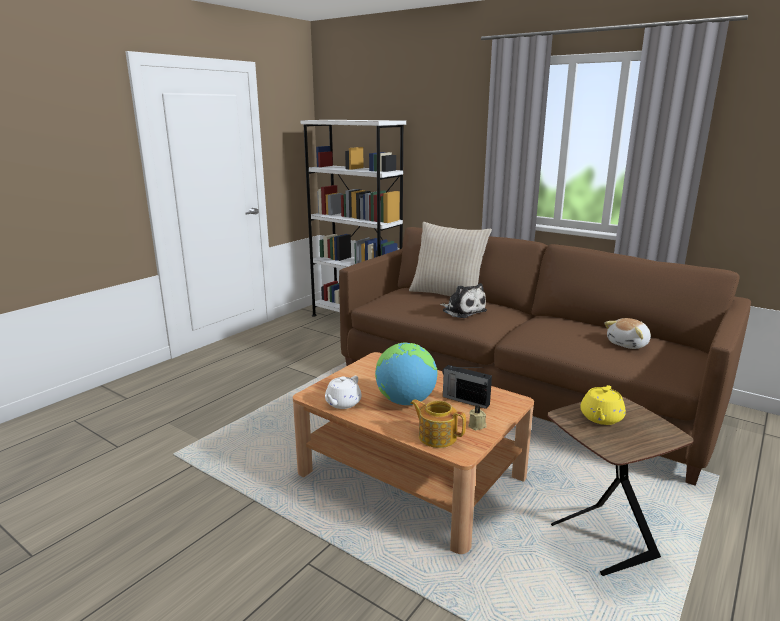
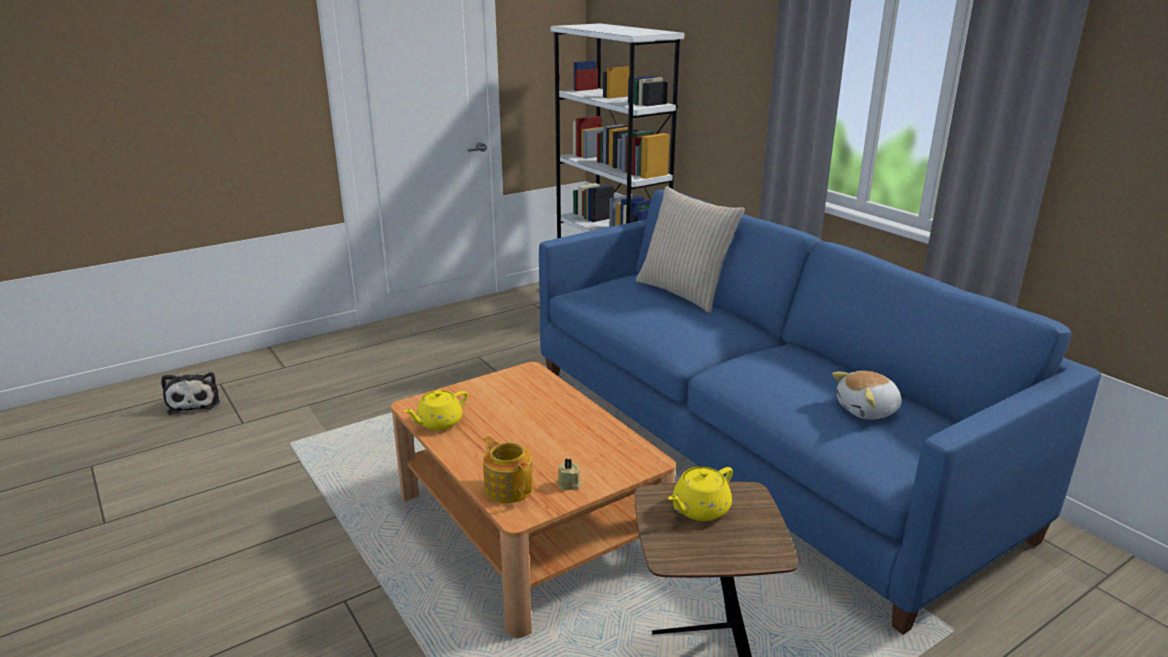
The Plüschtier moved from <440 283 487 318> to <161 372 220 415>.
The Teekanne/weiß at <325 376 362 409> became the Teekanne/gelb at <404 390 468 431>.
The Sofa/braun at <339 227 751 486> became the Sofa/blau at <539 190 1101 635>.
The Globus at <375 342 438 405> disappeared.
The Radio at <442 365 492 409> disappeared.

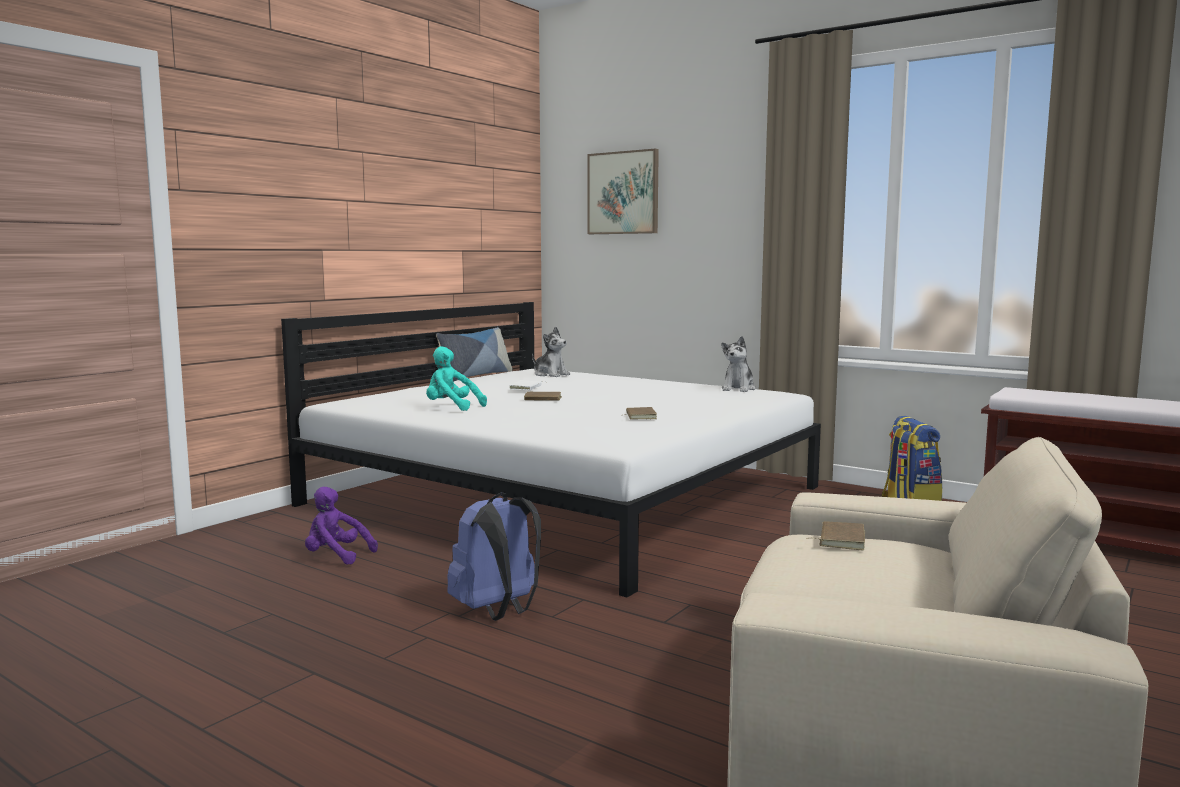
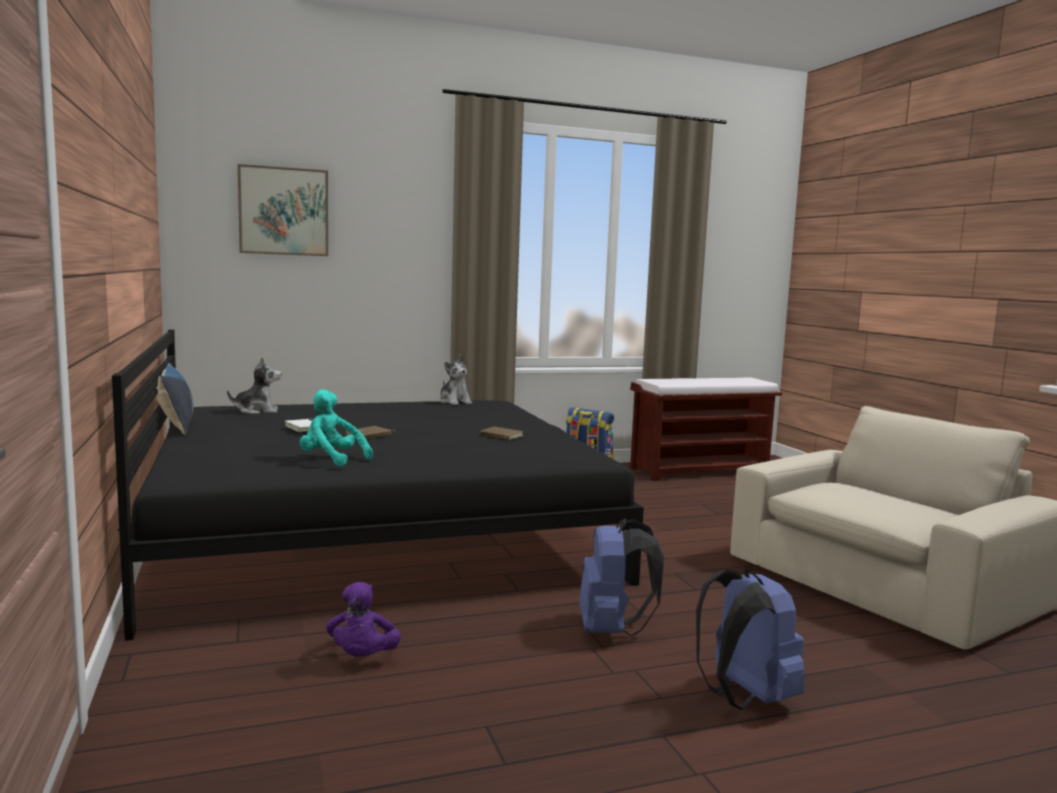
The Bett/weiß at <281 302 821 597> became the Bett/schwarz at <112 330 644 641>.
The Plüschtier/türkis at <426 346 487 411> turned 60 degrees clockwise.
The Plüschtier/lila at <305 487 378 565> turned 60 degrees counterclockwise.
The Rucksack/blau at <696 569 805 710> appeared.
The Buch/braun at <806 521 865 550> disappeared.

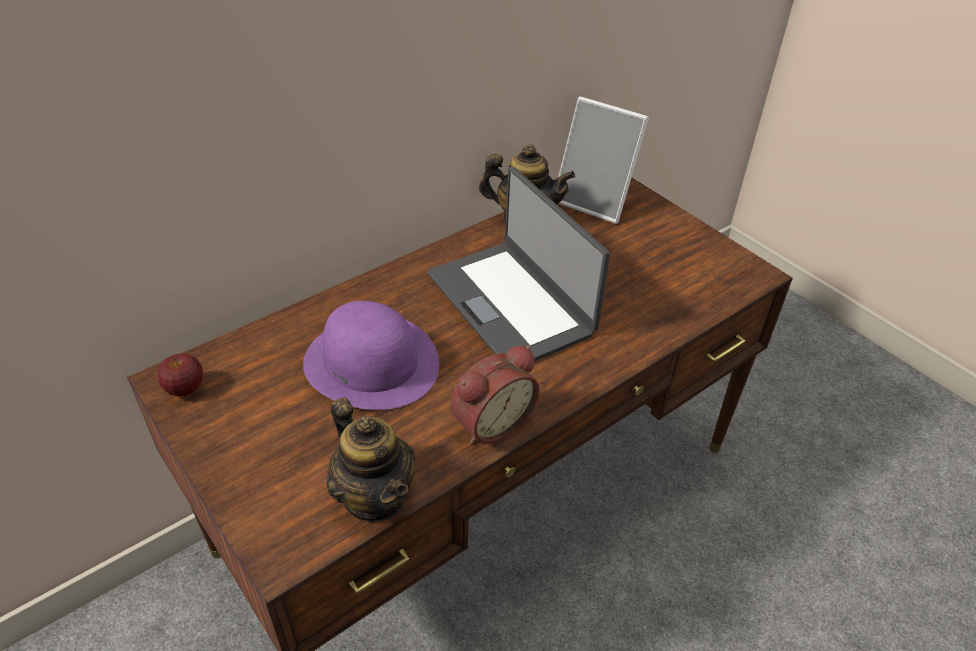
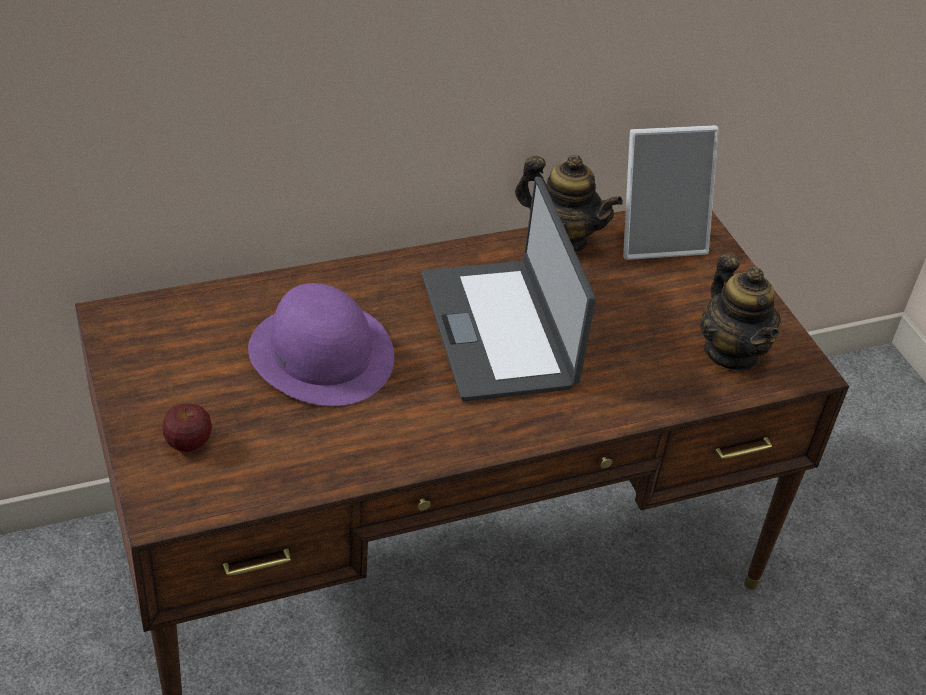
The Apfel moved from <157 354 203 396> to <162 404 212 452>.
The Bilderrahmen at <558 96 649 224> turned 60 degrees counterclockwise.
The Teekanne moved from <326 398 416 521> to <700 254 781 371>.
The Wecker at <450 346 540 445> disappeared.

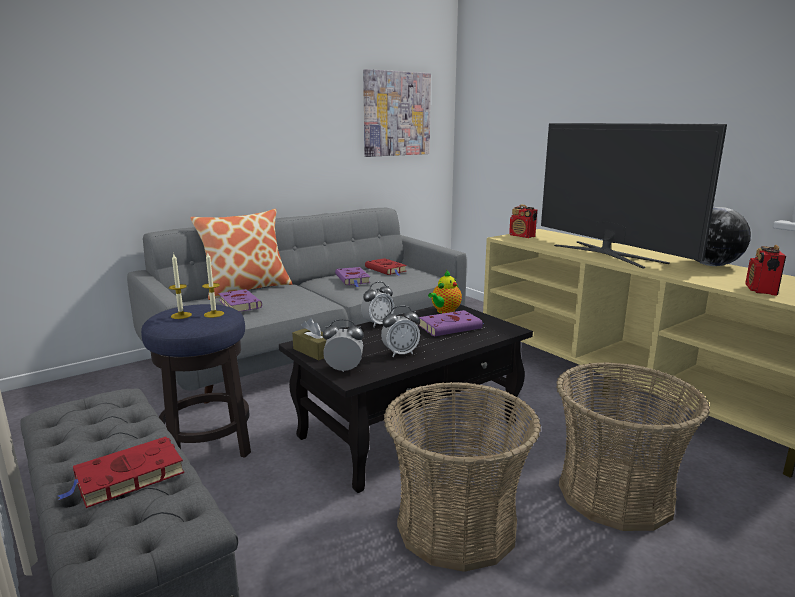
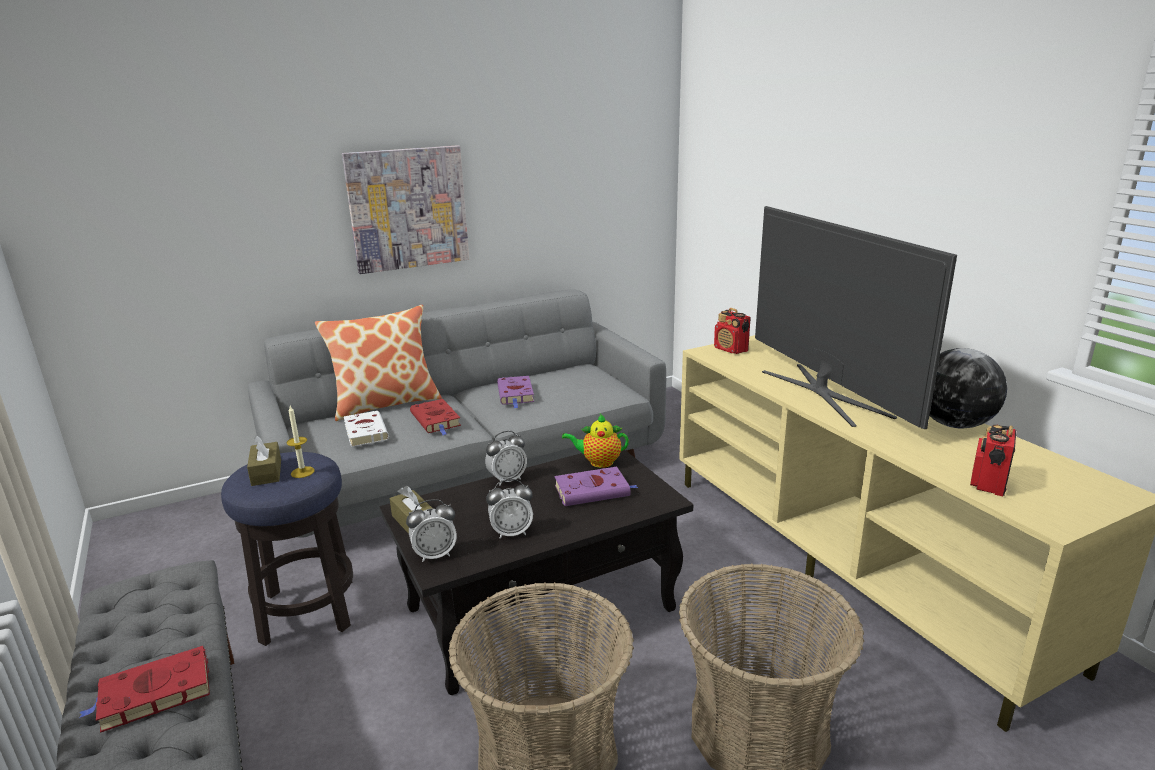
The Kerze at <169 254 192 319> was replaced by the Taschentuchbox/braun at <247 435 281 486>.
The Bild moved from <363 69 431 157> to <342 145 469 274>.
The Buch/lila at <218 289 262 312> became the Buch/weiß at <344 411 389 447>.
The Wecker at <323 319 364 372> turned 150 degrees clockwise.
The Buch/rot moved from <365 258 407 276> to <410 399 461 435>.
The Teekanne at <428 271 462 314> turned 45 degrees clockwise.

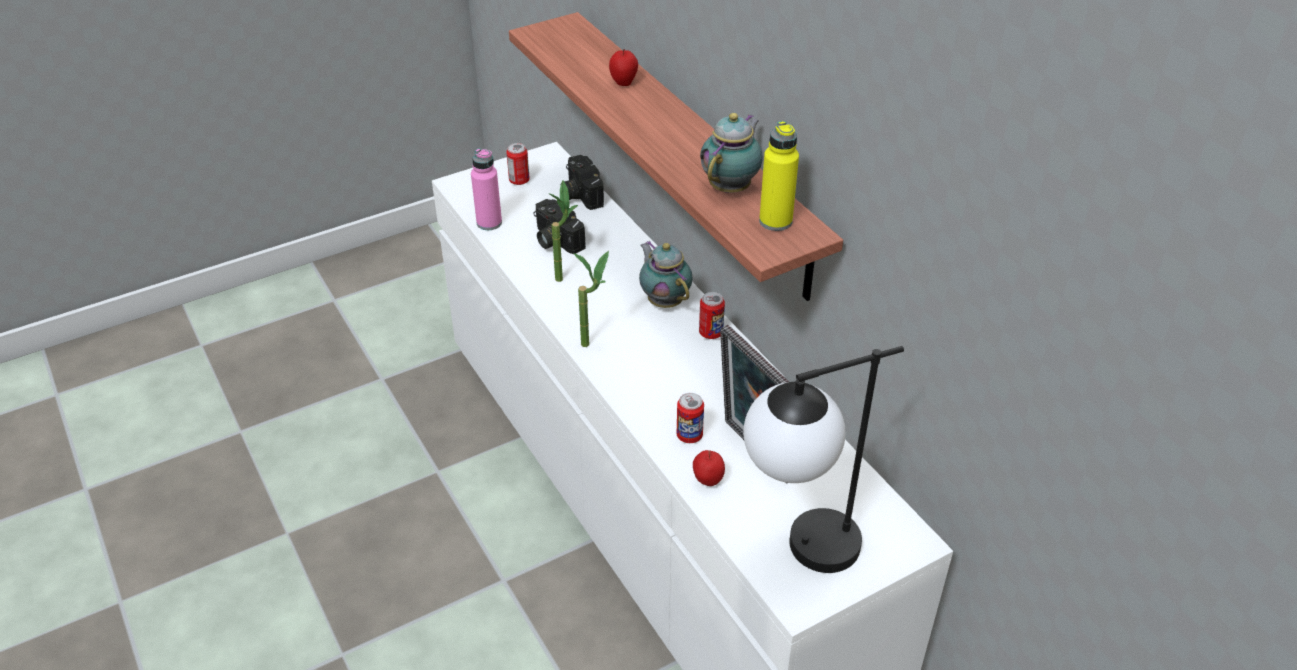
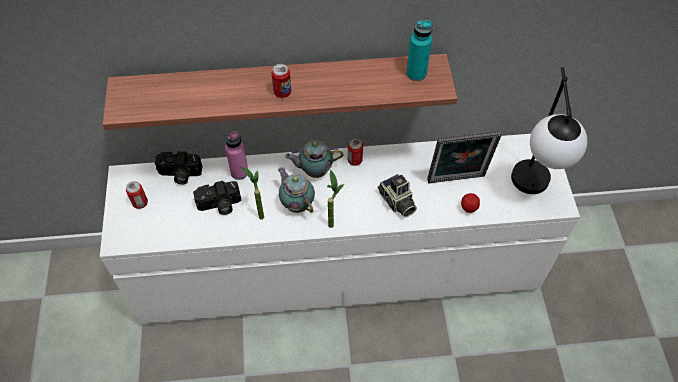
The Flasche/rosa moved from <471 148 502 230> to <225 131 248 180>.
The Dose moved from <677 393 704 443> to <271 64 291 98>.
The Teekanne moved from <700 113 763 193> to <278 167 315 213>.
The Kamera at <378 174 417 217> appeared.
The Flasche/gelb at <759 121 799 231> became the Flasche/türkis at <406 20 433 81>.
The Apfel at <609 49 638 86> disappeared.

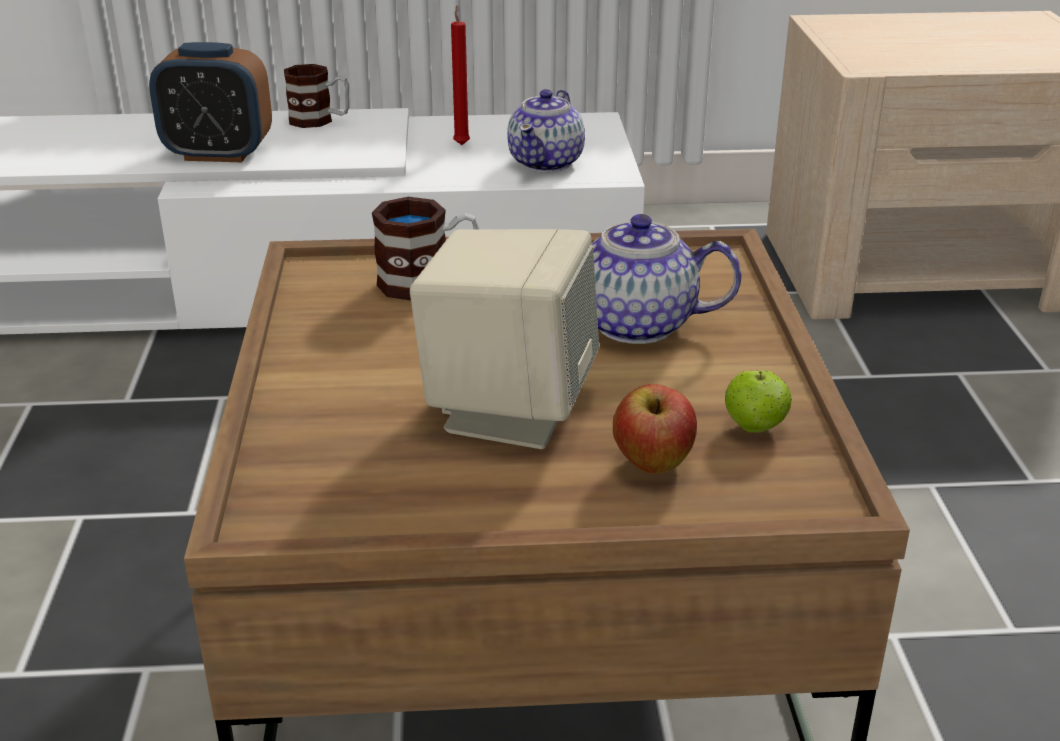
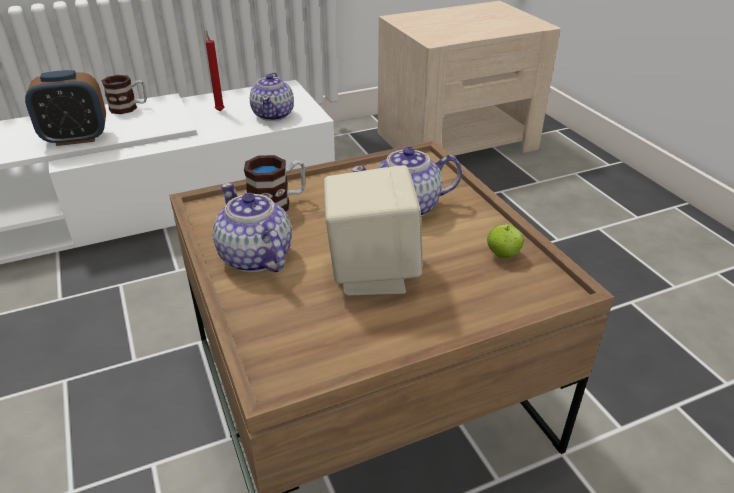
The Teekanne at <213 183 292 272> appeared.
The Apfel at <613 384 697 474> disappeared.

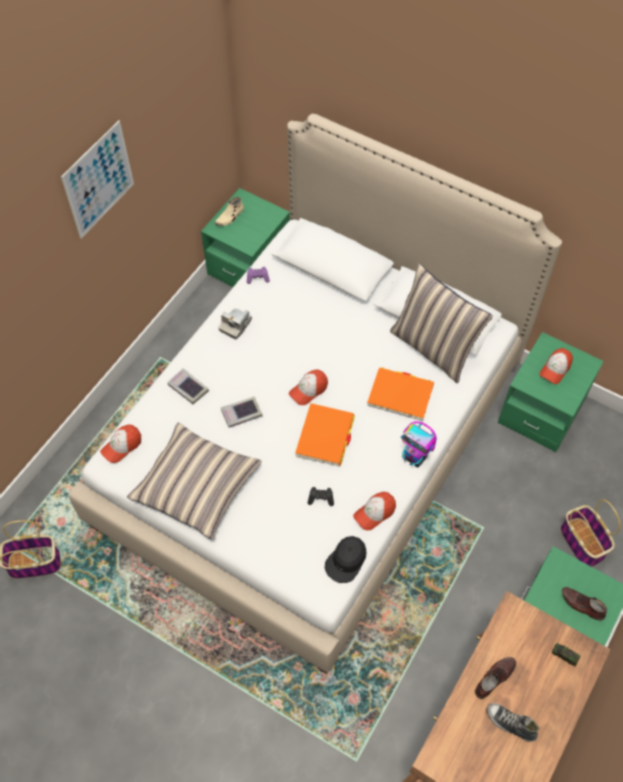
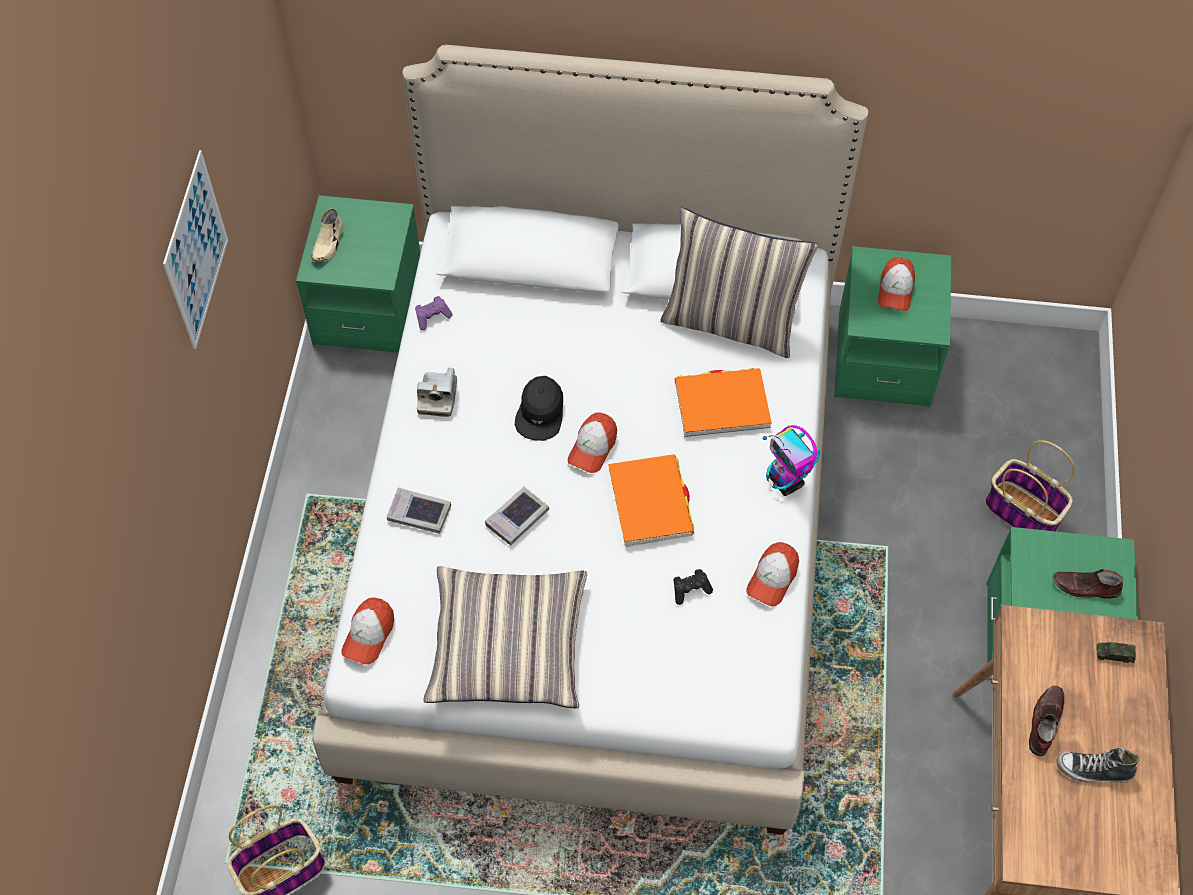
The Kappe/schwarz moved from <325 536 366 583> to <515 376 563 441>.
The Spielzeugroboter at <401 421 437 467> turned 45 degrees clockwise.

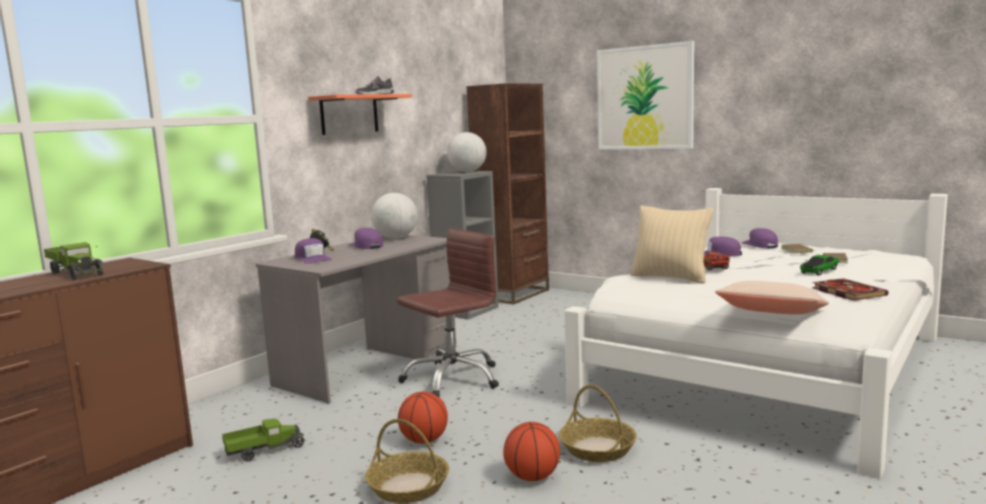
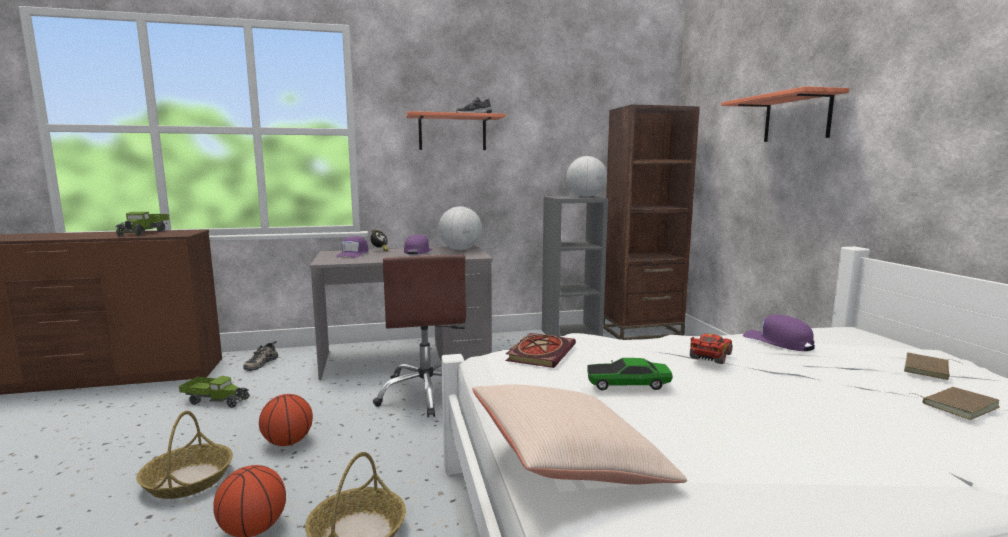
The Schuh at <243 341 278 371> appeared.
The Bürostuhl/braun at <397 229 499 397> turned 75 degrees clockwise.
The Buch moved from <812 278 888 301> to <506 333 576 368>.
The Spielzeugauto moved from <800 255 839 276> to <587 358 673 390>.
The Bild at <597 41 694 149> was replaced by the Wandregal at <721 86 849 142>.
The Kissen/beige at <630 206 713 284> disappeared.
The Kappe/lila at <741 228 778 248> disappeared.

